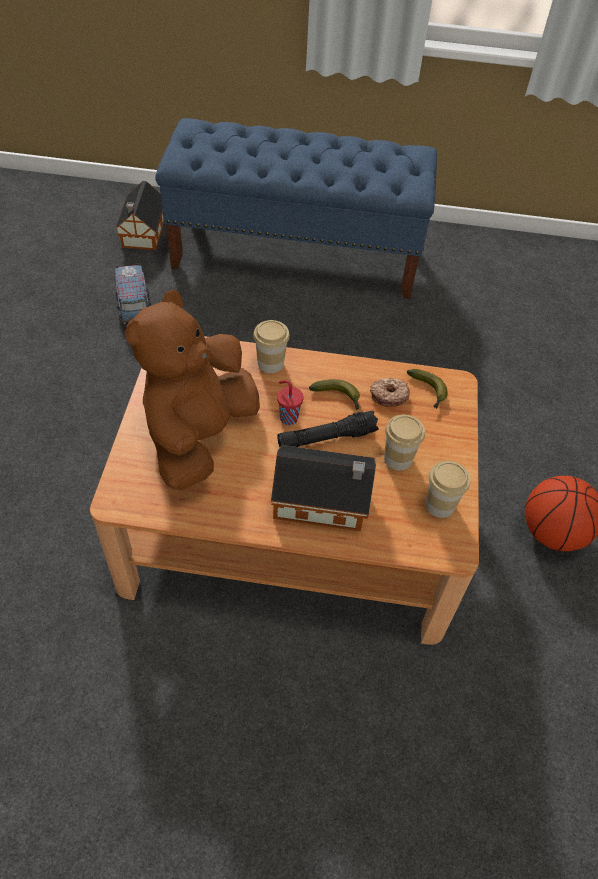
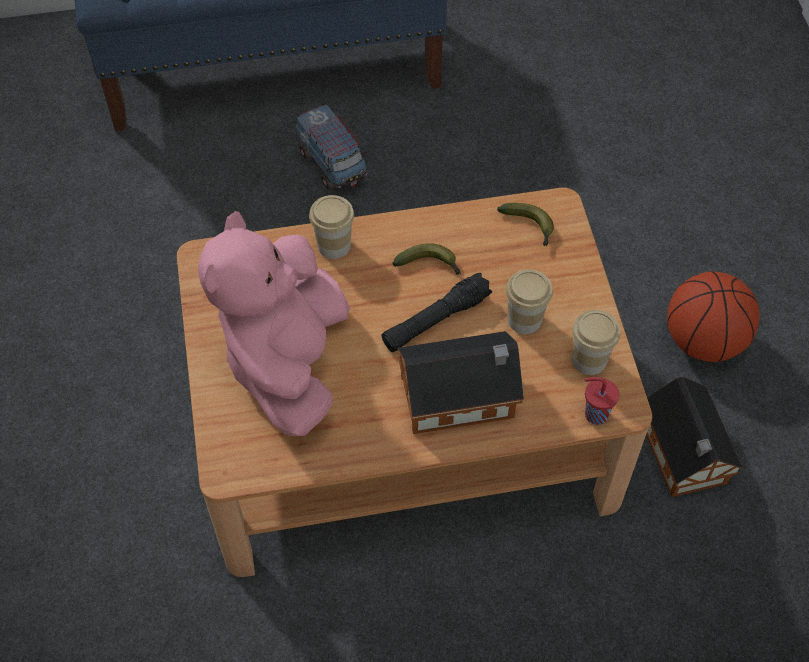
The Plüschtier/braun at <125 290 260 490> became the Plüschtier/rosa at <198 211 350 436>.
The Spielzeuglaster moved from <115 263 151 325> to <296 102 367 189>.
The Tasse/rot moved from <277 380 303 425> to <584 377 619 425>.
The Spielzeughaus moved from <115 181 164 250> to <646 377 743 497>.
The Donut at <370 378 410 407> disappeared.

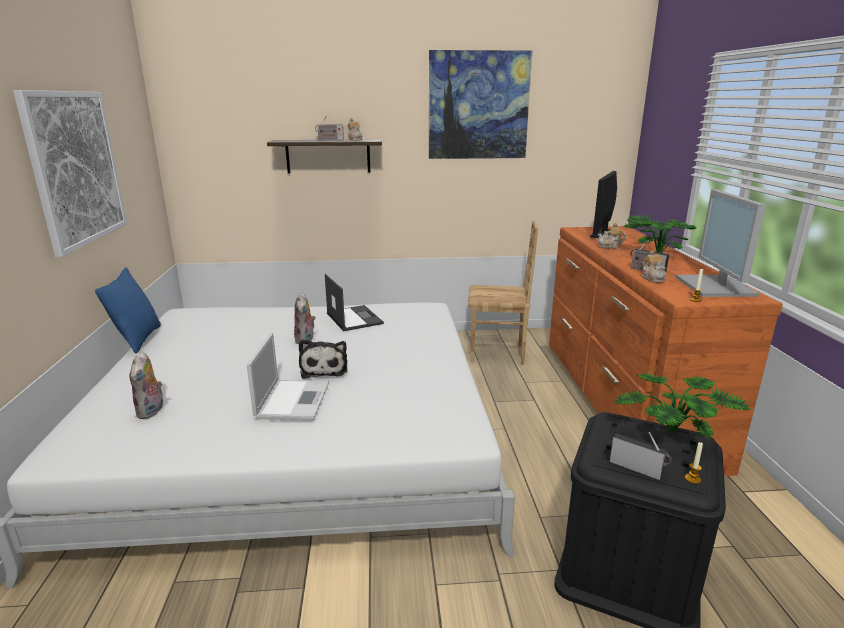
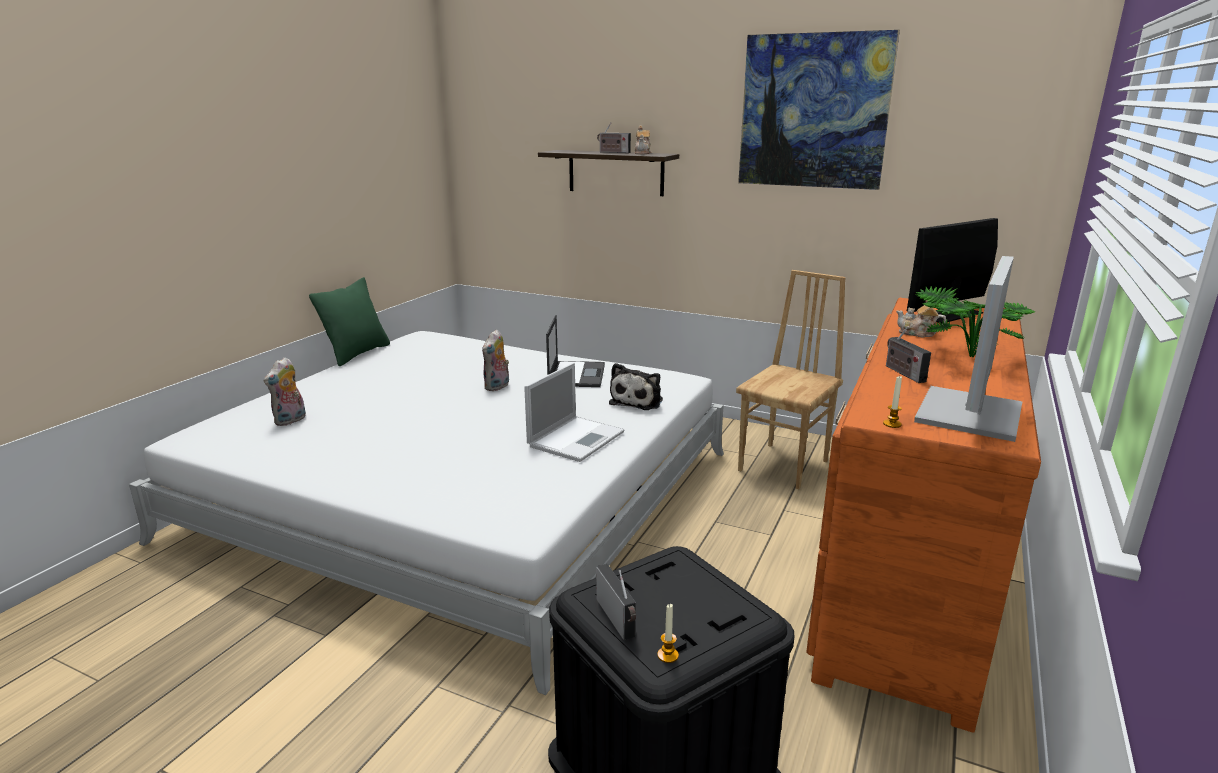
The Kissen/blau at <95 267 161 354> became the Kissen/grün at <309 277 390 366>.
The Laptop moved from <247 333 329 420> to <524 363 624 462>.
The Plüschtier moved from <299 339 348 379> to <609 363 663 410>.
The Stuhl/braun at <468 220 538 365> turned 90 degrees counterclockwise.
The Bild at <13 90 127 257> disappeared.
The Topfpflanze at <615 372 750 439> disappeared.
The Teekanne at <642 250 666 283> disappeared.

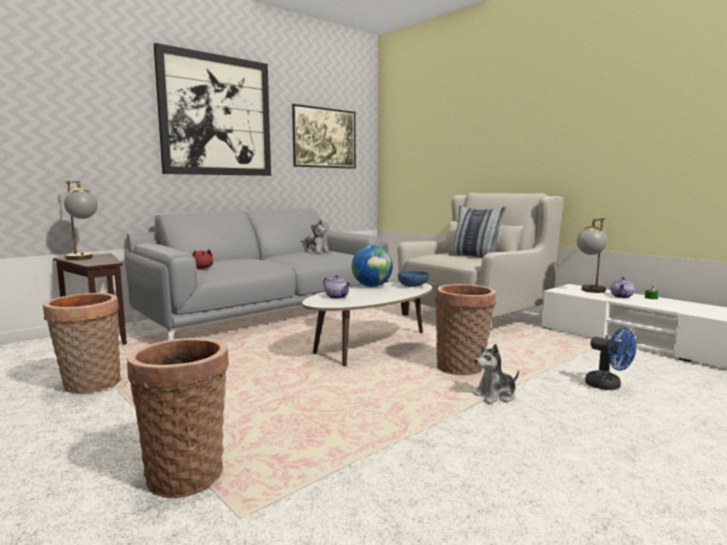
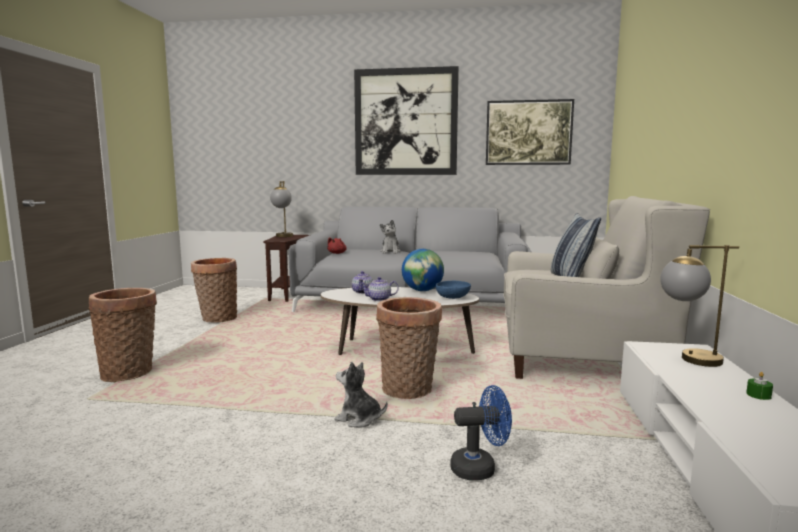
The Teekanne moved from <611 277 634 298> to <360 277 399 301>.
The Plüschtier moved from <306 220 330 254> to <380 220 401 254>.
The Ventilator/blau at <585 328 637 390> turned 105 degrees counterclockwise.

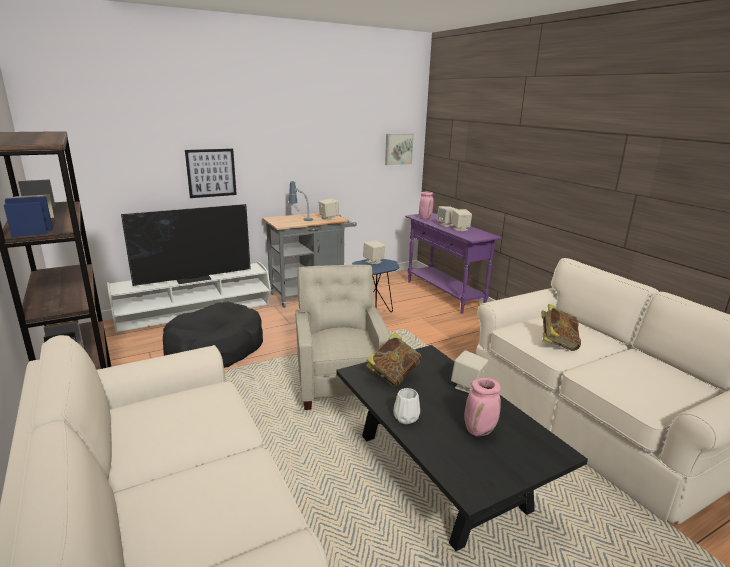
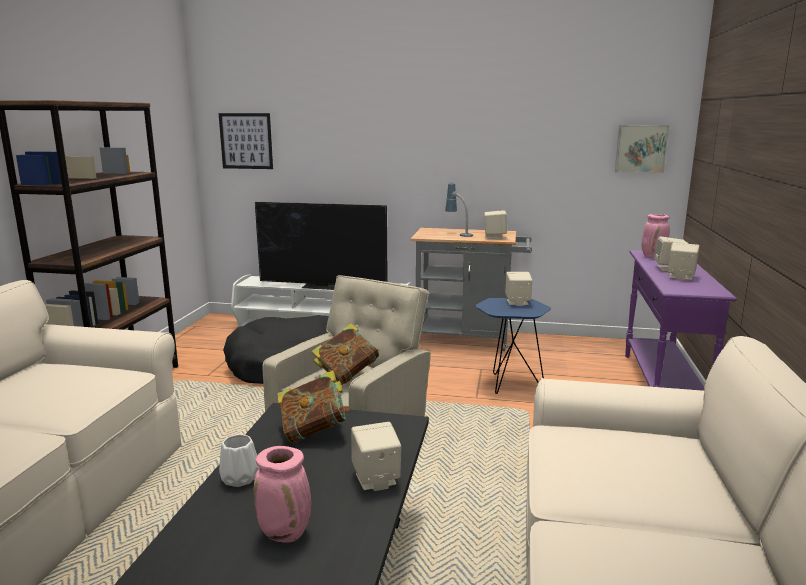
The Bild moved from <185 149 237 198> to <219 113 273 169>.
The Buch moved from <541 304 581 351> to <311 323 379 385>.

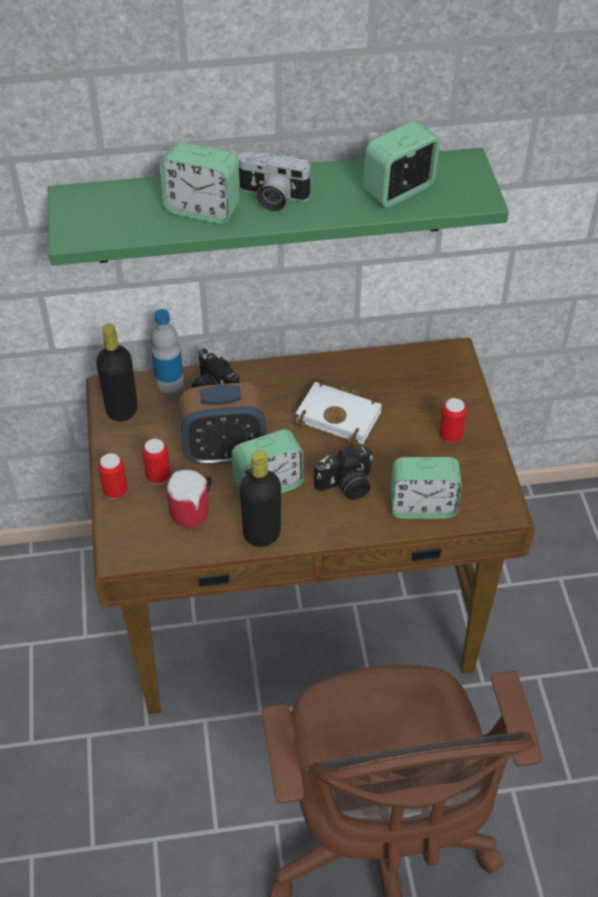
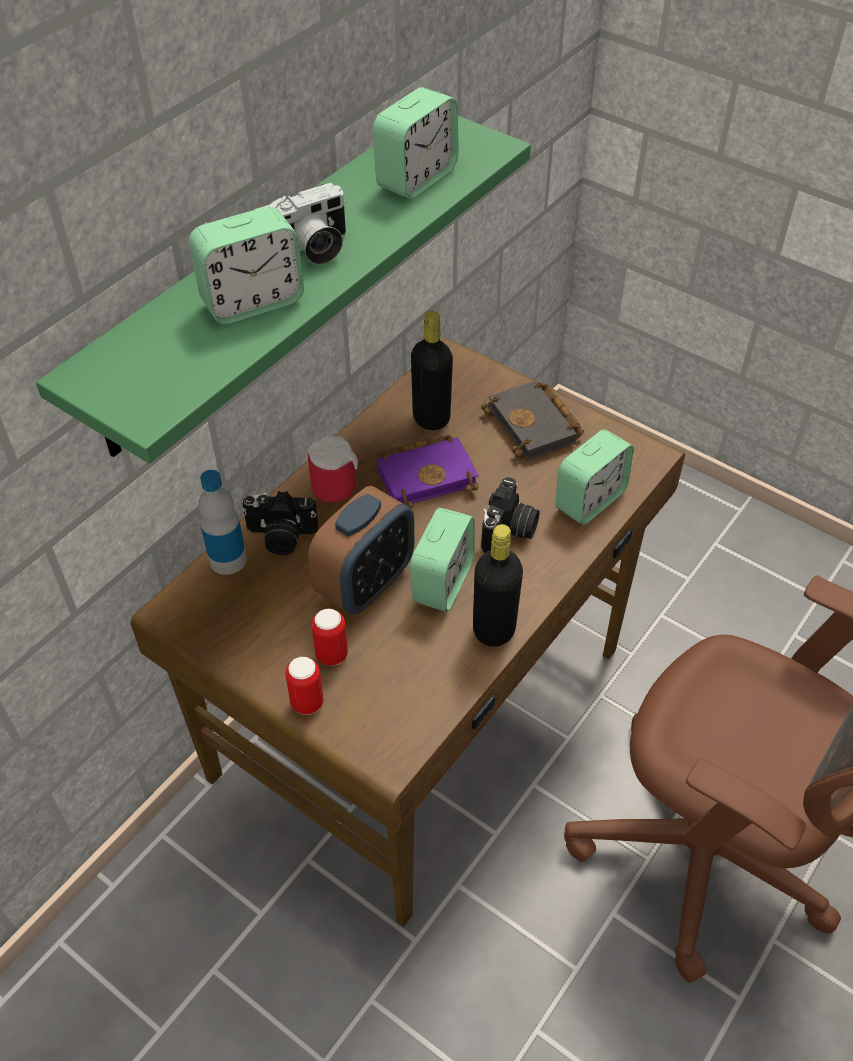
The Henkelbecher moved from <167 470 212 527> to <308 435 358 502>.
The Wecker at <363 121 440 208> turned 150 degrees counterclockwise.
The Buch/weiß at <295 380 382 446> became the Buch/lila at <377 434 479 508>.
The Flasche/schwarz moved from <96 324 137 421> to <411 310 453 430>.
The Dose at <439 398 467 442> was replaced by the Buch/schwarz at <481 381 584 461>.

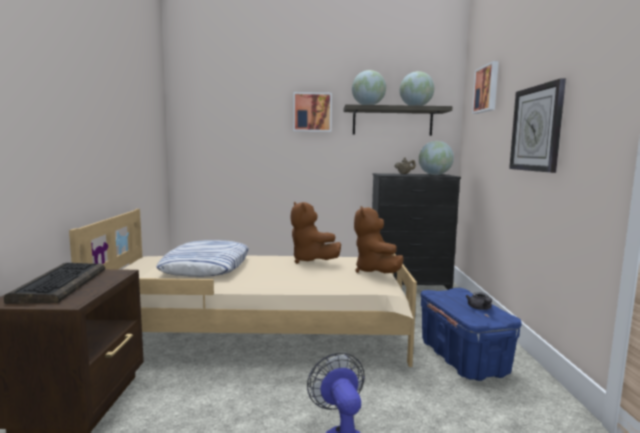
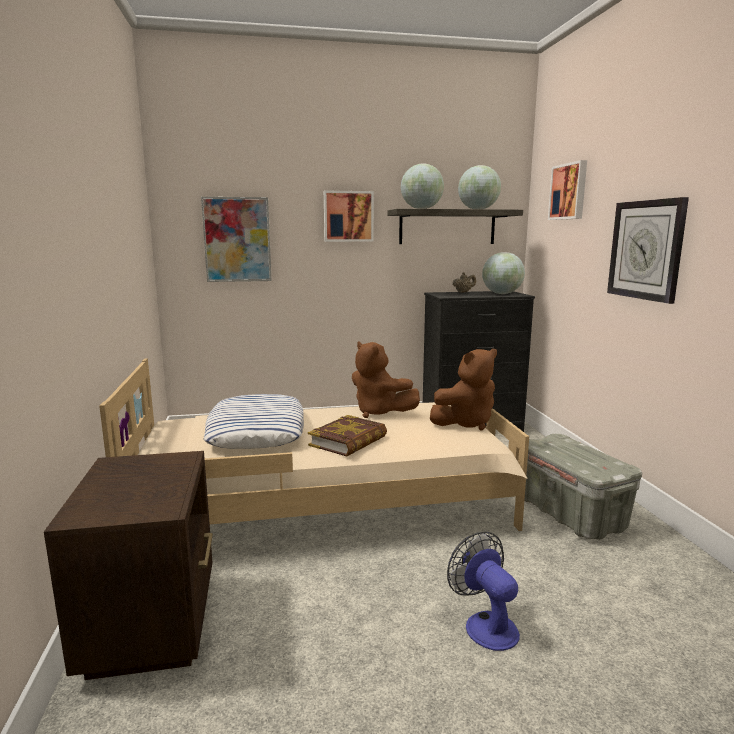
The Bild at <201 197 272 282> appeared.
The Buch at <308 415 387 456> appeared.
The Plüschtier/braun at <354 206 404 273> turned 105 degrees counterclockwise.
The Aufbewahrungsbox/blau at <420 288 522 381> became the Aufbewahrungsbox/grau at <524 433 642 540>.
The Tastatur at <4 263 105 304> disappeared.
The Teekanne/grau at <466 292 492 310> disappeared.

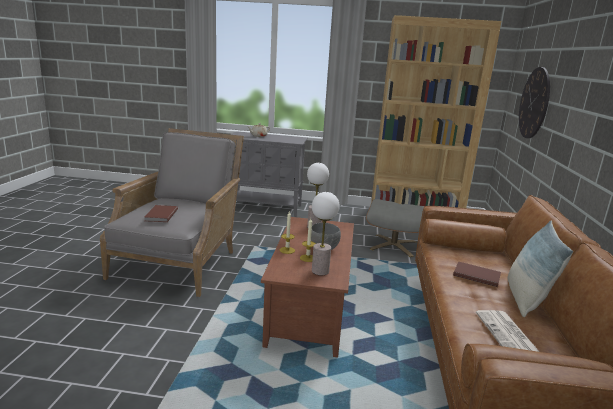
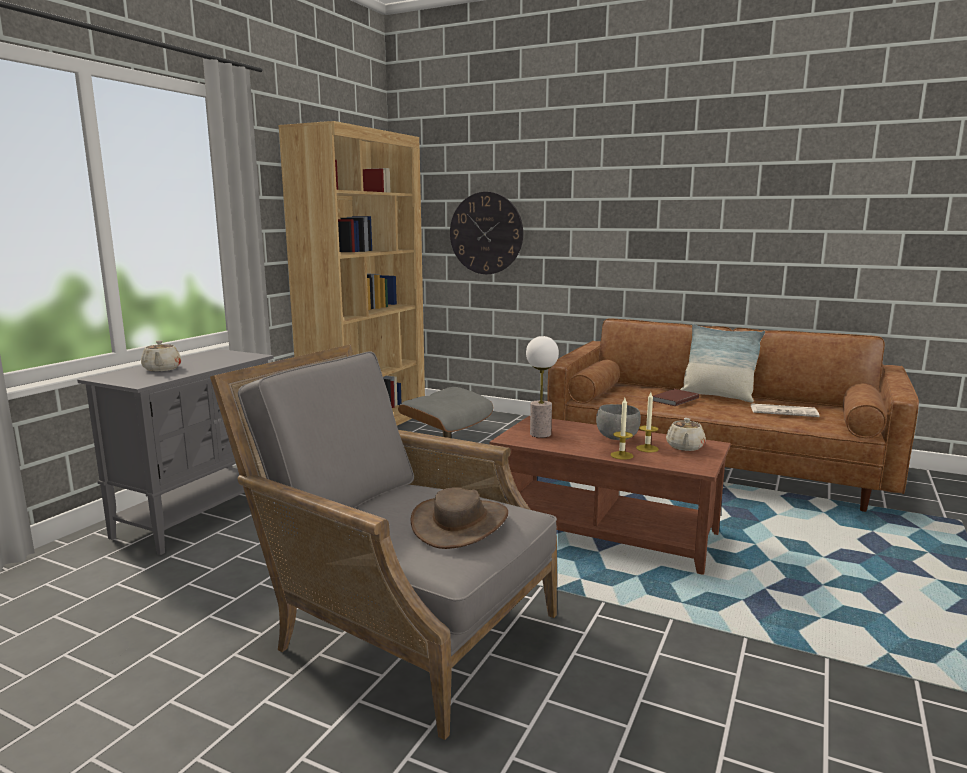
The Buch/braun at <144 205 178 222> was replaced by the Hut/braun at <411 487 508 549>.
The Tischlampe at <312 192 340 275> was replaced by the Teekanne/beige at <666 418 706 451>.

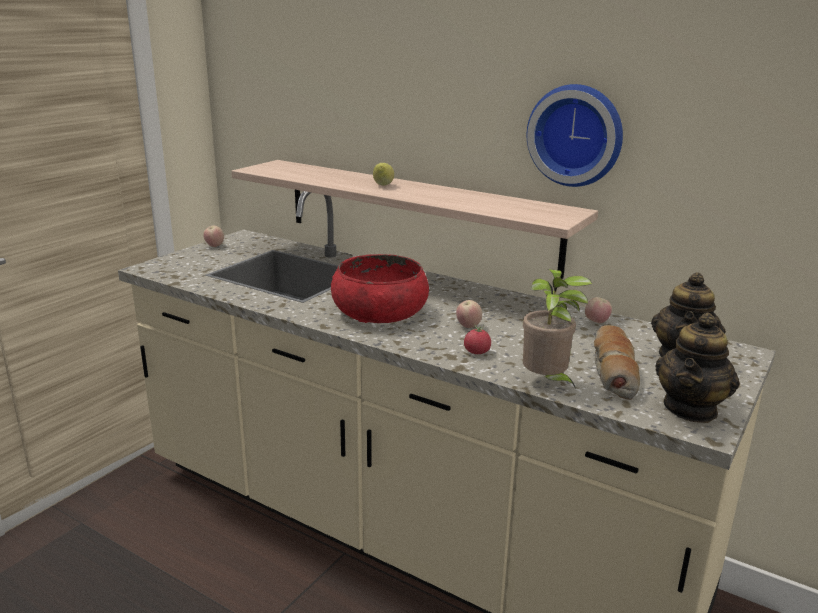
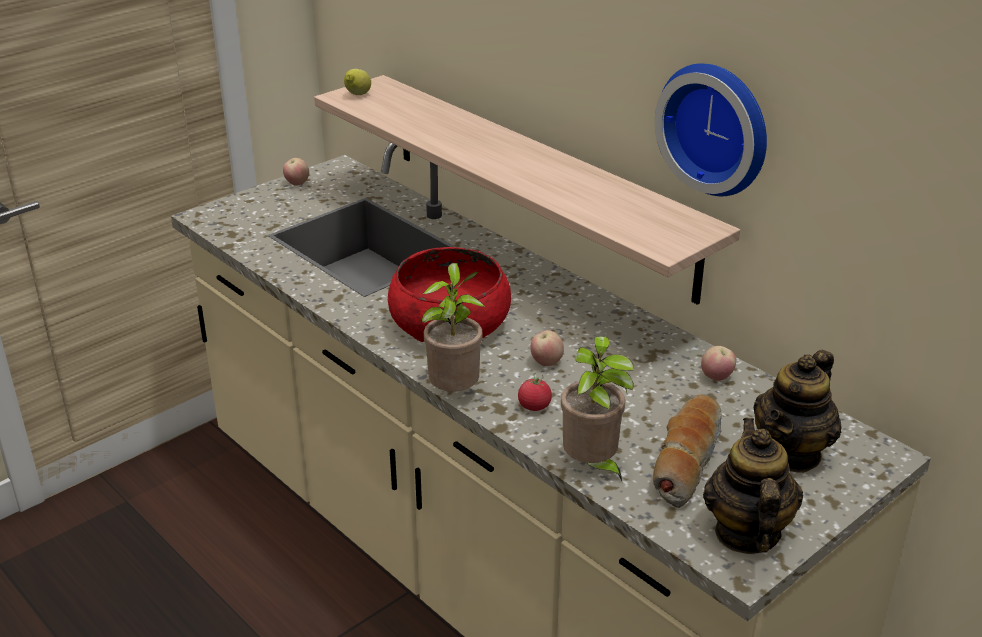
The Zitrone moved from <373 163 394 185> to <344 69 371 95>.
The Topfpflanze at <421 263 485 391> appeared.
The Teekanne at <655 312 740 423> turned 135 degrees clockwise.

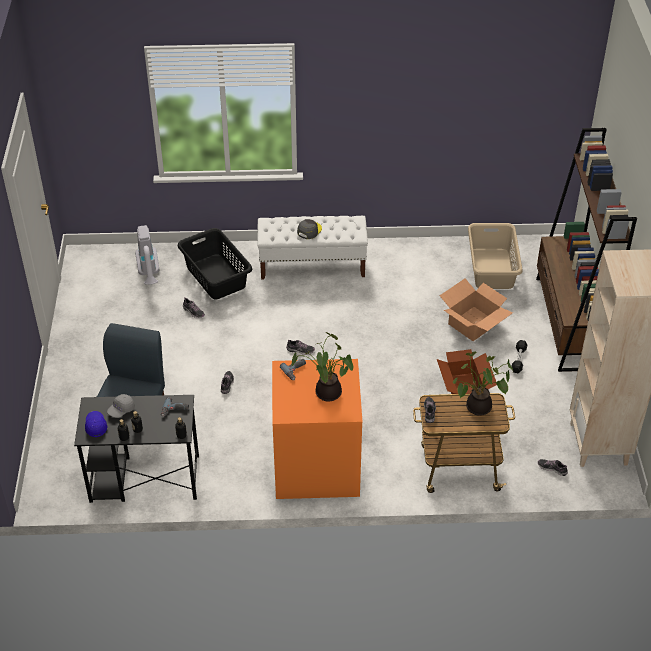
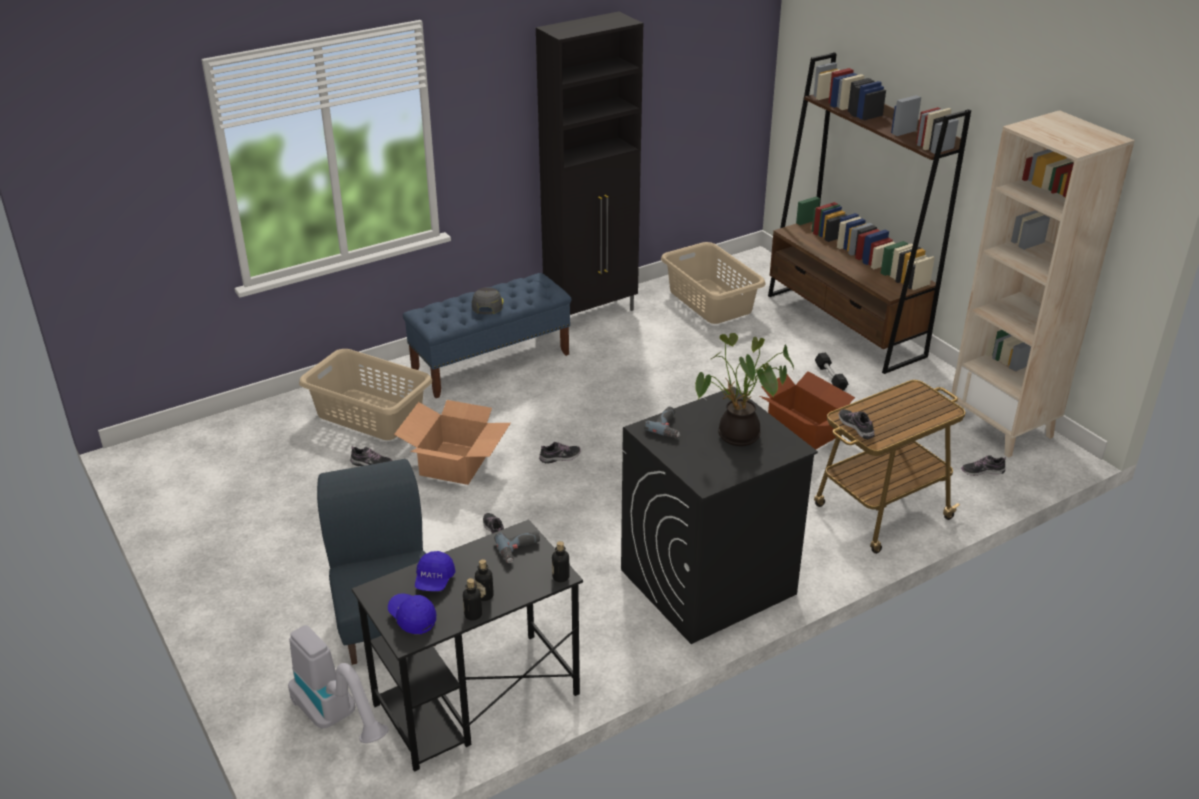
The Staubsauger moved from <135 225 159 285> to <288 625 388 743>.
The Wäschekorb/schwarz at <177 228 253 299> became the Wäschekorb/beige at <299 349 432 440>.
The Karton moved from <440 279 513 341> to <394 400 511 485>.
The Bank/weiß at <257 216 368 280> became the Bank/blau at <403 273 572 398>.
The Kappe/grau at <107 394 135 418> became the Kappe/blau at <415 551 455 591>.
The Schrank/schwarz at <536 12 643 315> appeared.
The Waschmaschine/orange at <272 359 363 499> became the Waschmaschine/schwarz at <621 387 818 644>.
The Topfpflanze at <453 351 513 416> disappeared.

